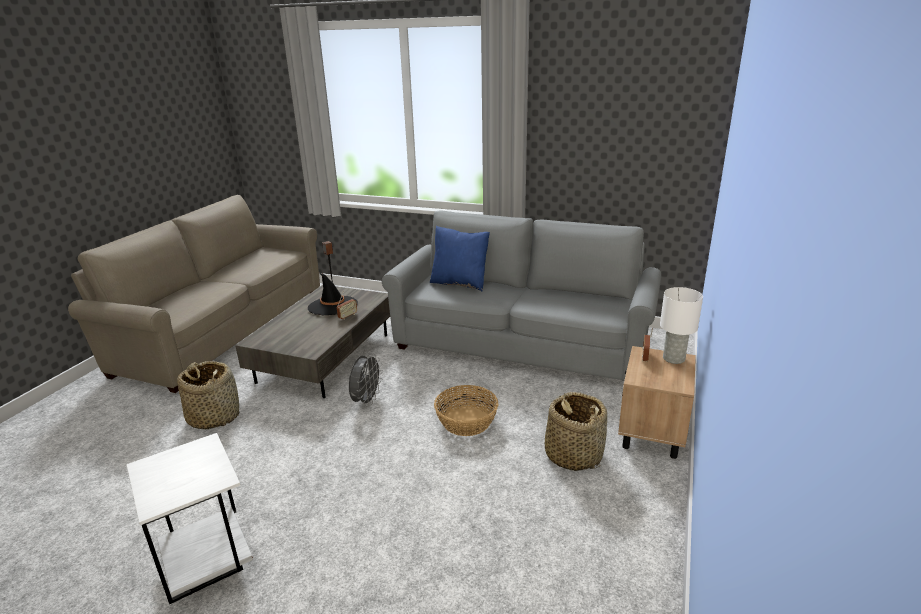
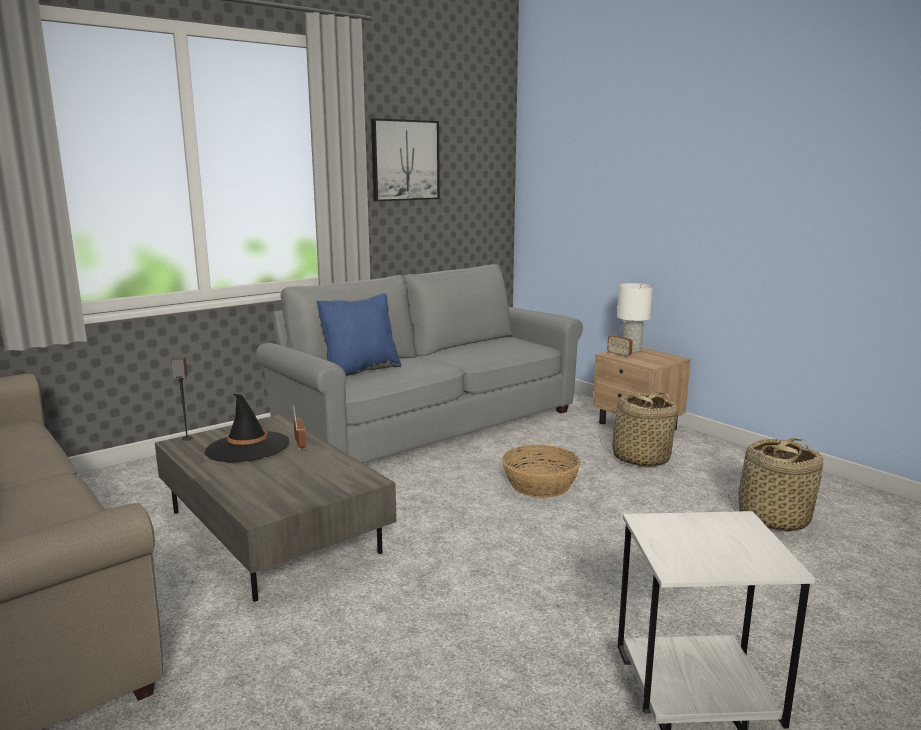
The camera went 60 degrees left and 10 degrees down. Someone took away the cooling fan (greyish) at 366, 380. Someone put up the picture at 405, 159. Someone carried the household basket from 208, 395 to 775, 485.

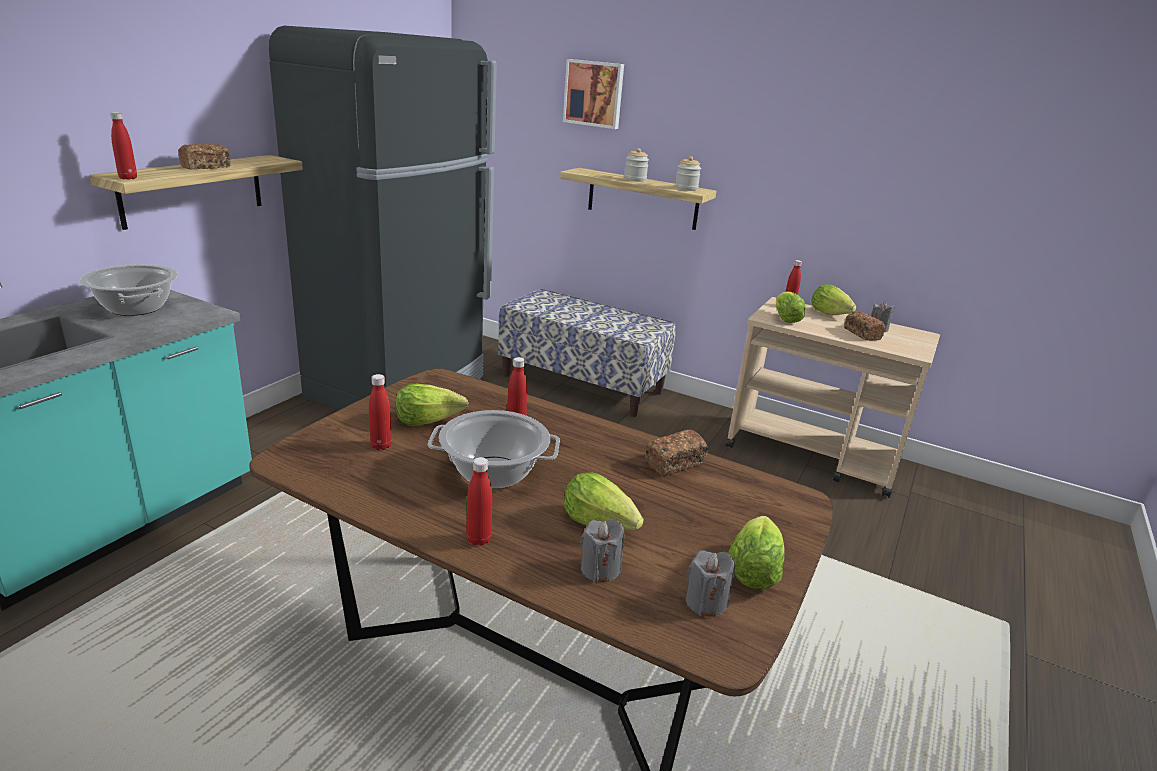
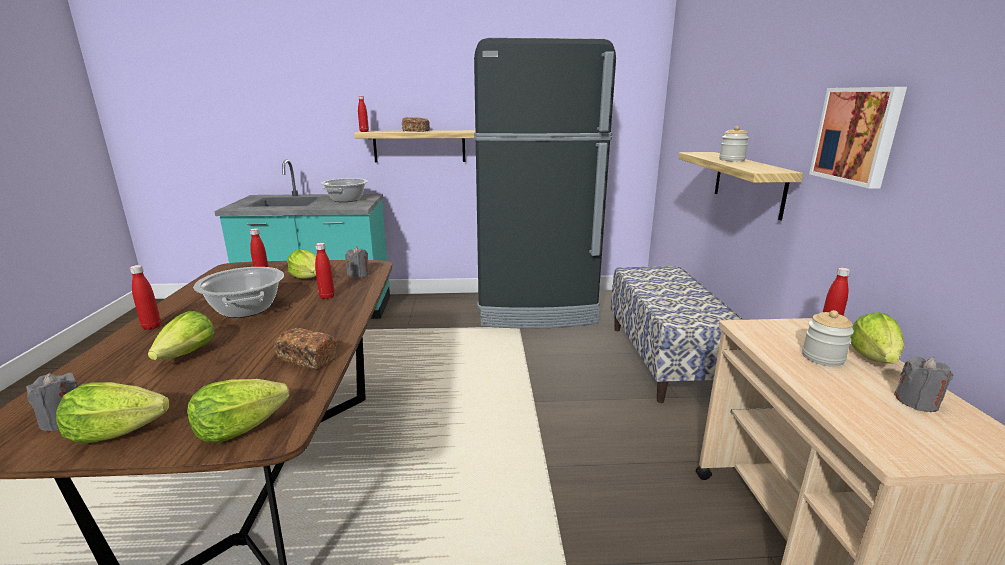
The camera went 60 degrees right and 5 degrees down. Someone took away the baked bread at 864, 326. Someone carried the picture from 593, 94 to 858, 138. Someone carried the candle (greyish) from 602, 551 to 357, 262. Someone carried the jar from 688, 173 to 828, 338. Someone carried the head of lettuce from 791, 307 to 238, 411.

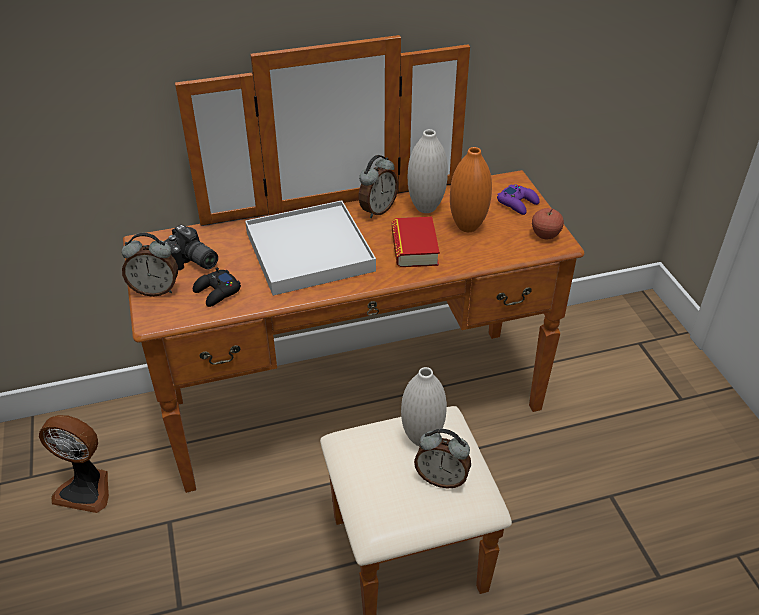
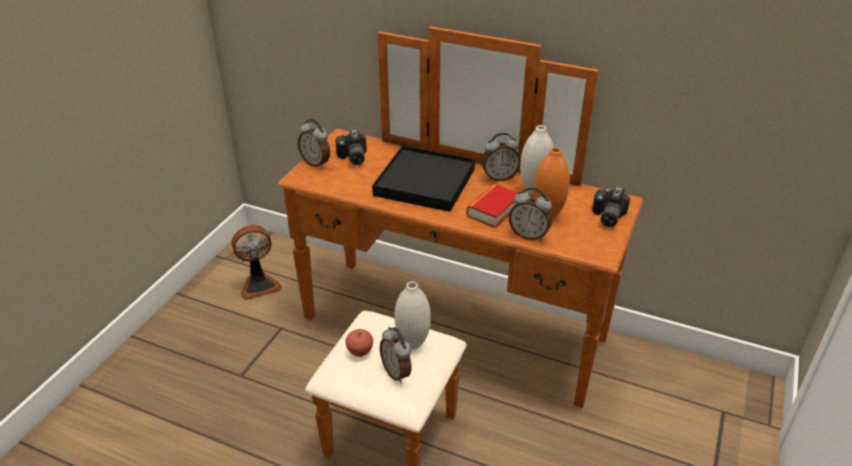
The camera went 40 degrees right and 5 degrees down. Someone took away the gamepad (black-coloured) at 217, 287. Someone put down the table clock at 530, 214. Someone carried the apple fruit from 548, 223 to 359, 343. Someone swapped the gamepad (purple-coloured) at 518, 199 for the photo camera at 611, 207. Someone repainted the serving tray (white-coloured) at 310, 248, which became the serving tray (black-coloured) at 423, 179. Someone rotated the cooling fan at 74, 464 by 75 degrees counterclockwise.

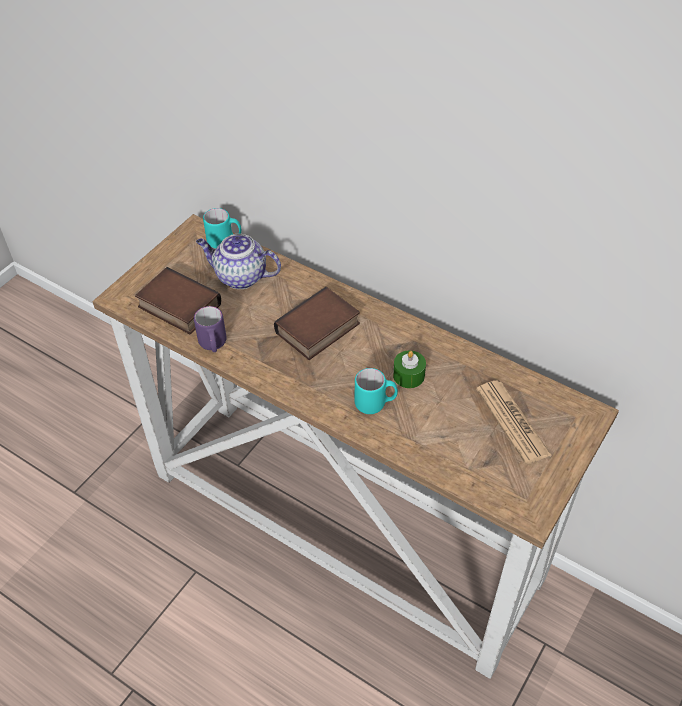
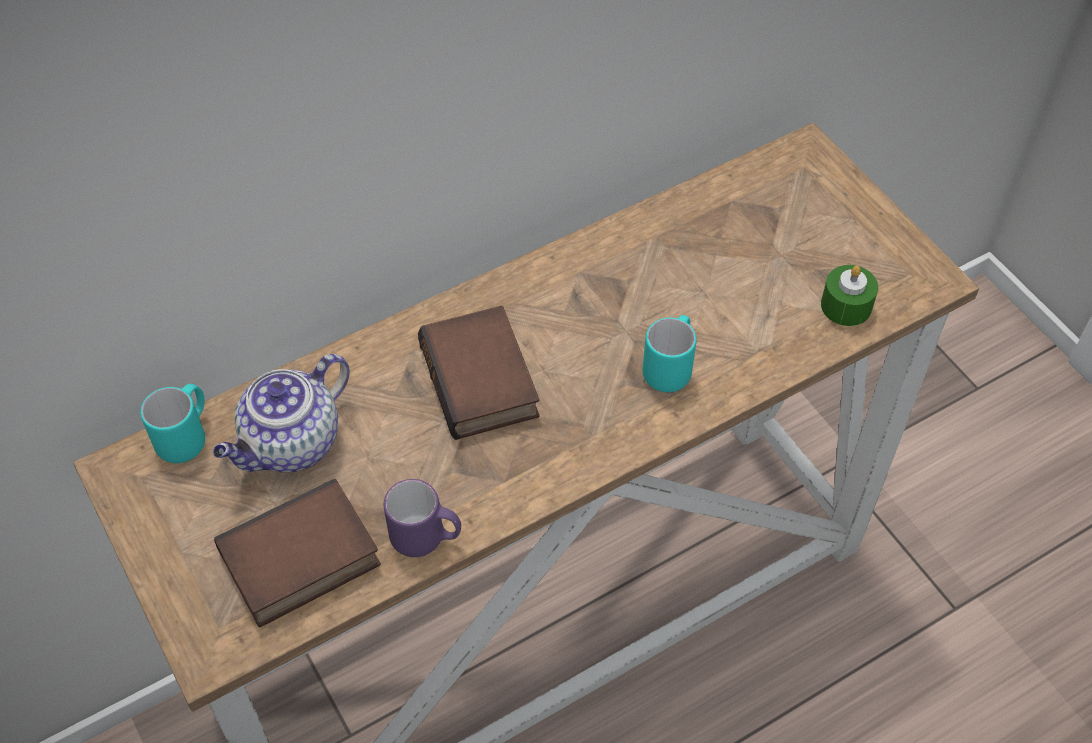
The camera went 65 degrees left and 5 degrees up. Someone took away the daily paper at 513, 422. Someone carried the candle (greenish) from 409, 369 to 849, 295.

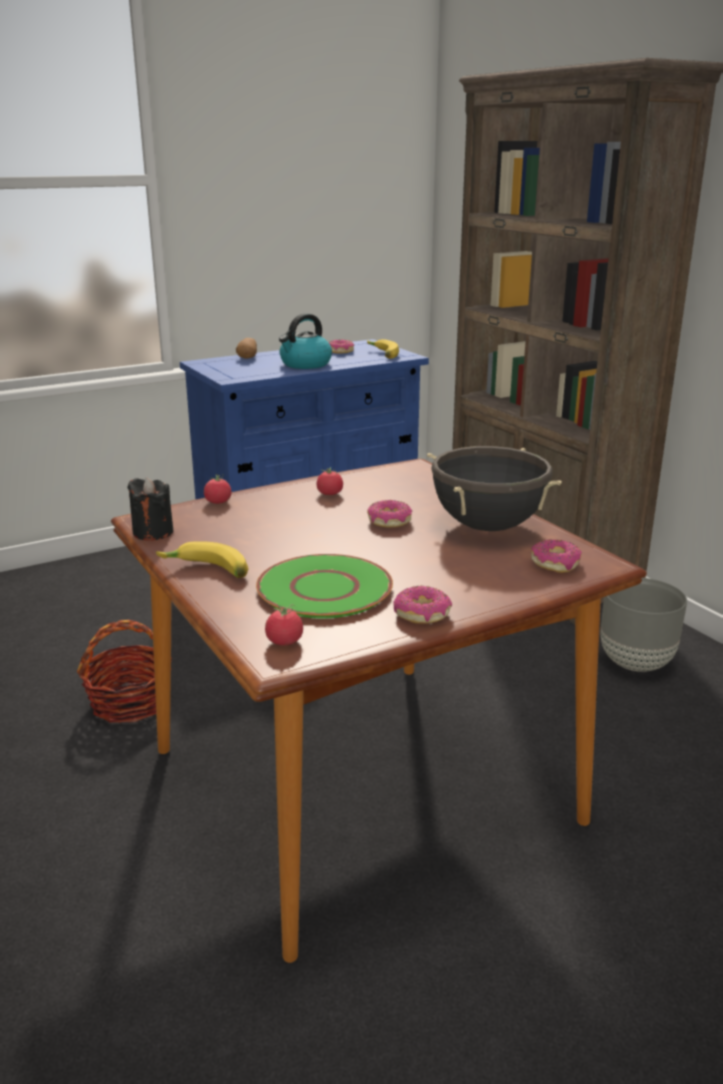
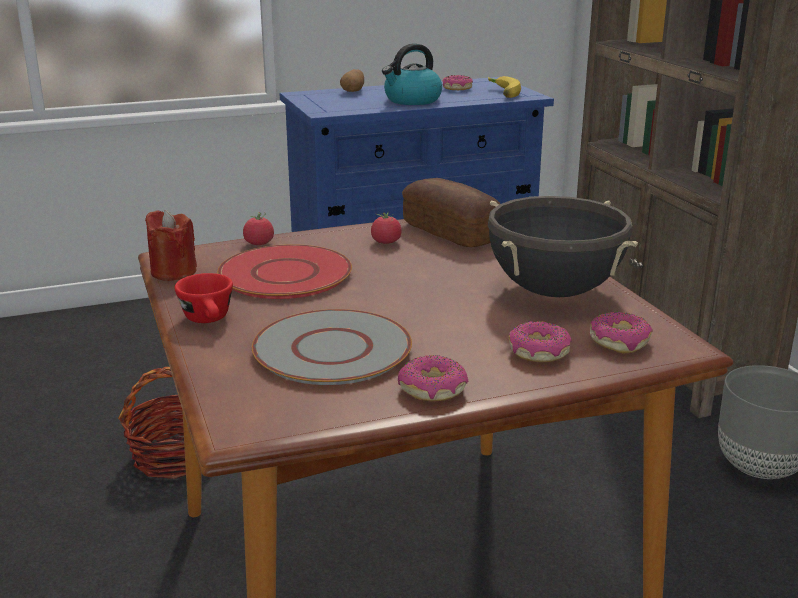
The camera went 10 degrees right and 0 degrees up. Someone took away the whole tomato at 284, 624. Someone put down the plate (red) at 284, 271. Someone put down the baked bread at 451, 212. Someone carried the donut from 389, 514 to 540, 341. Someone swapped the banana fruit at 202, 559 for the small cup (red) at 203, 298. Someone repainted the candle (black-coloured) at 150, 509, which became the candle (red) at 171, 245. Someone repainted the plate (greenish) at 324, 586, which became the plate (greyish) at 332, 347.

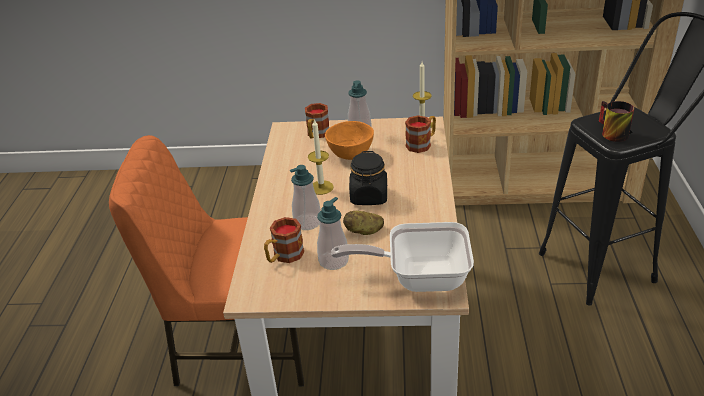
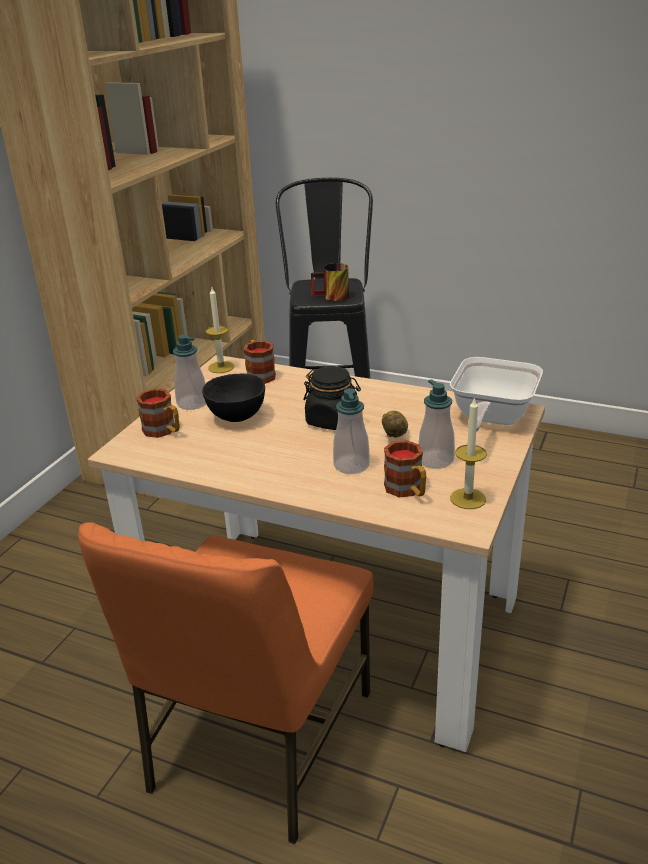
The camera went 70 degrees left and 5 degrees down. Someone carried the candle from 321, 156 to 468, 453. Someone repainted the deep dish (orange-coloured) at 349, 140, which became the deep dish (black-coloured) at 233, 398.

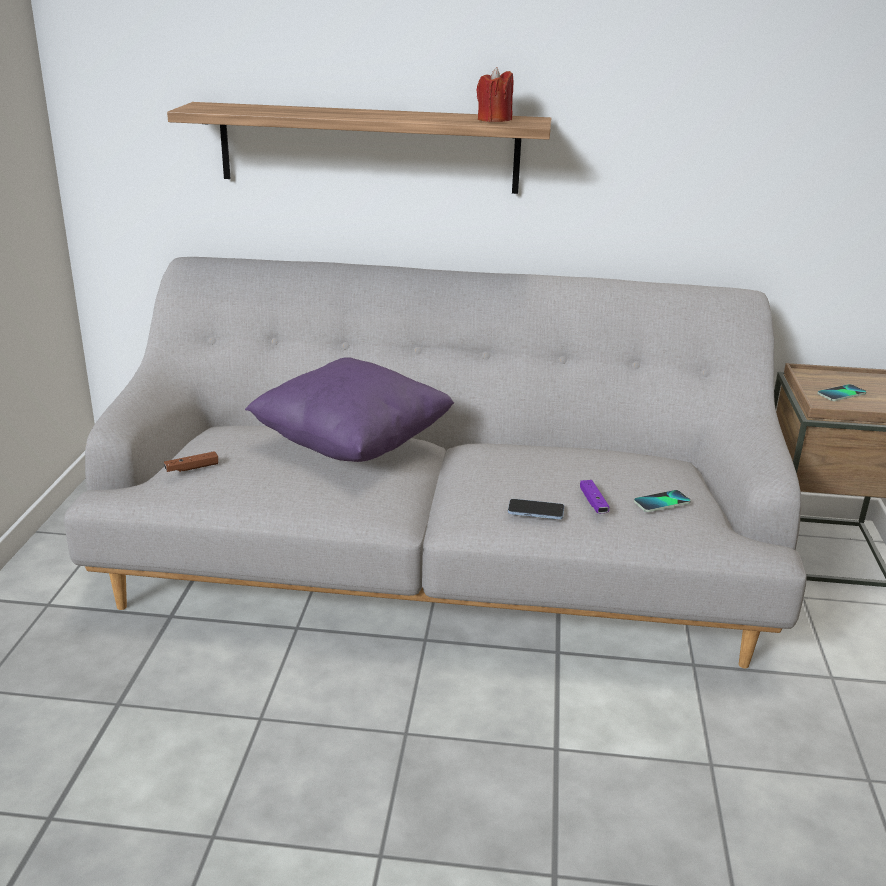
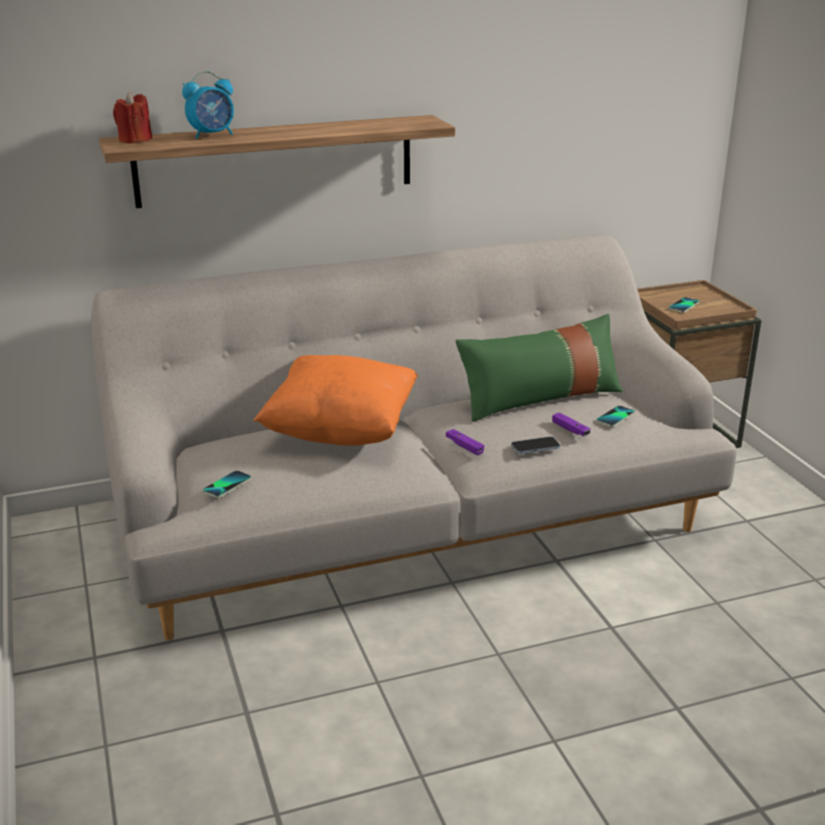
The camera went 25 degrees left and 0 degrees up. Someone put down the table clock at 208, 105. Someone put down the gamepad (purple-coloured) at 465, 442. Someone put down the cushion (greenish) at 539, 368. Someone carried the candle (red) from 494, 94 to 132, 117. Someone swapped the gamepad (brown-coloured) at 191, 461 for the handset at 227, 484. Someone repainted the cushion (purple-coloured) at 349, 409, which became the cushion (orange-coloured) at 336, 400.

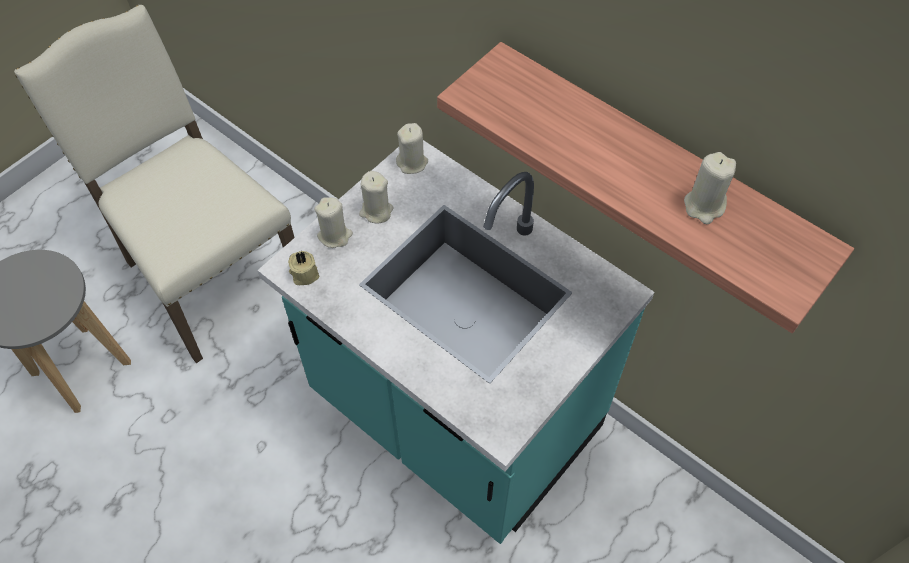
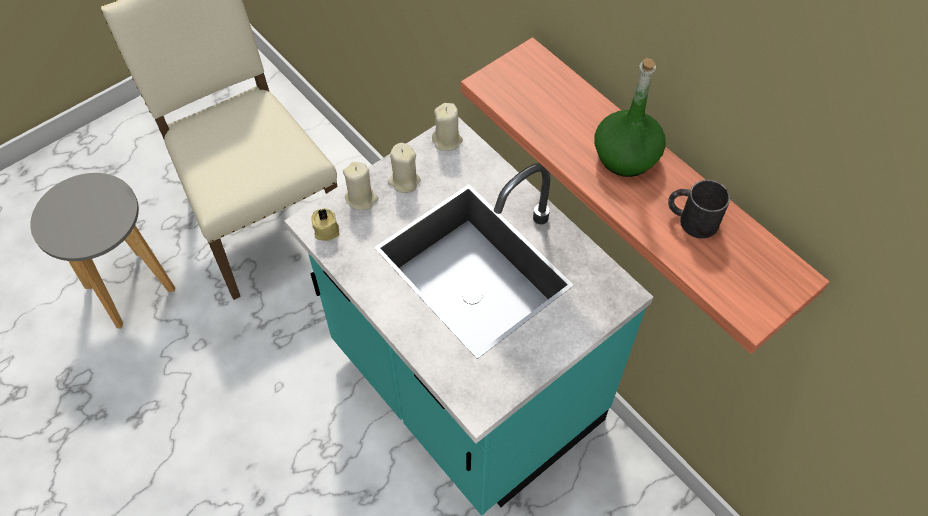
The camera went 10 degrees right and 0 degrees up. Someone put down the drink bottle (greenish) at 630, 117. Someone swapped the candle (beige-coloured) at 710, 188 for the tea mug (black-coloured) at 699, 209.

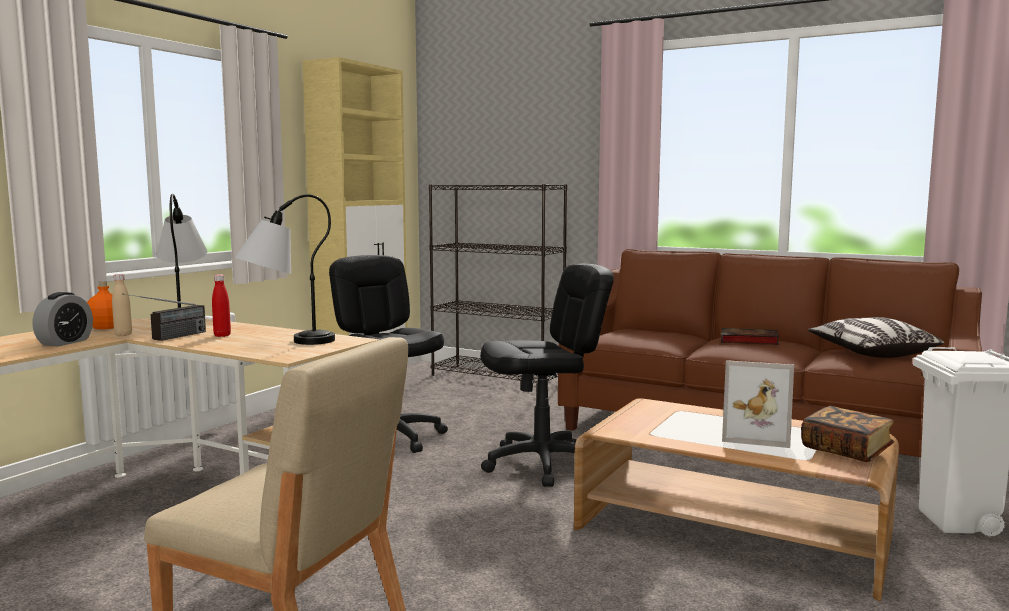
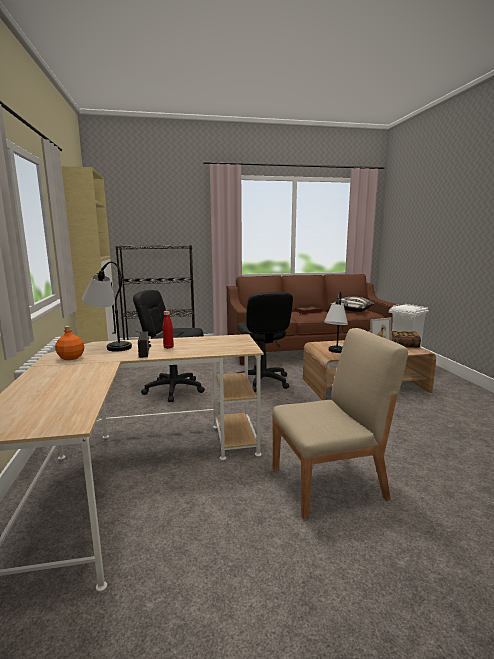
The camera went 40 degrees left and 5 degrees up. Someone took away the table clock at 62, 319. Someone took away the drink bottle (beige-coloured) at 122, 305. Someone carried the lamp for a table from 285, 269 to 336, 322. Someone rotated the desk chair (black-coloured) at 547, 375 by 135 degrees clockwise.

